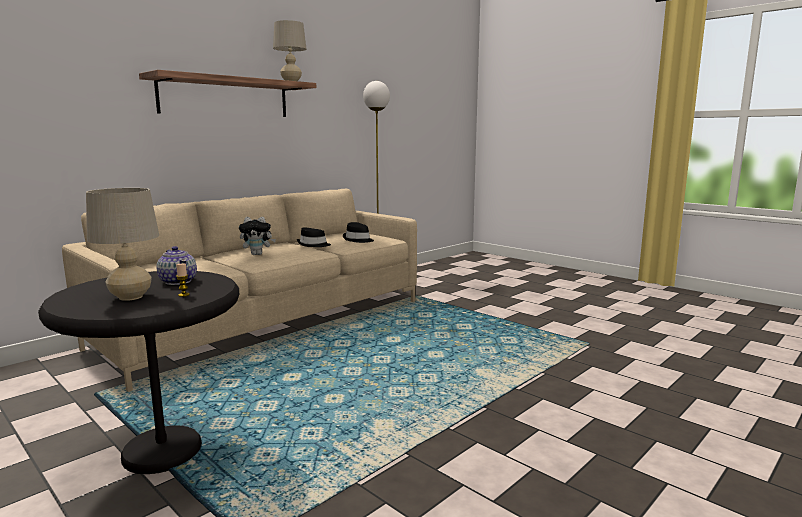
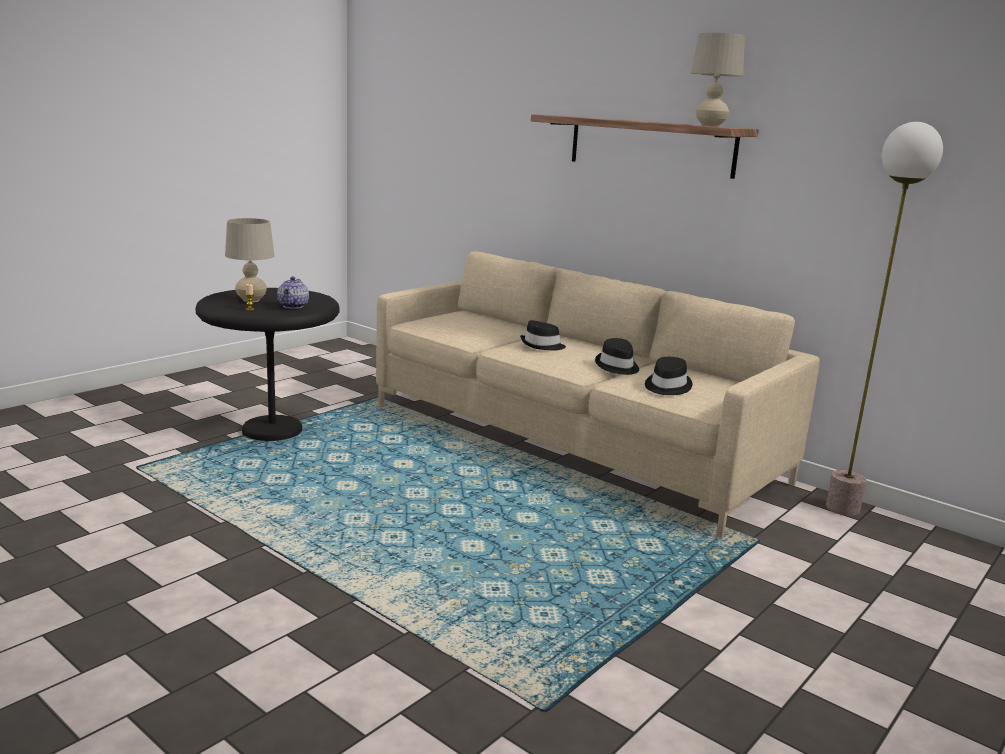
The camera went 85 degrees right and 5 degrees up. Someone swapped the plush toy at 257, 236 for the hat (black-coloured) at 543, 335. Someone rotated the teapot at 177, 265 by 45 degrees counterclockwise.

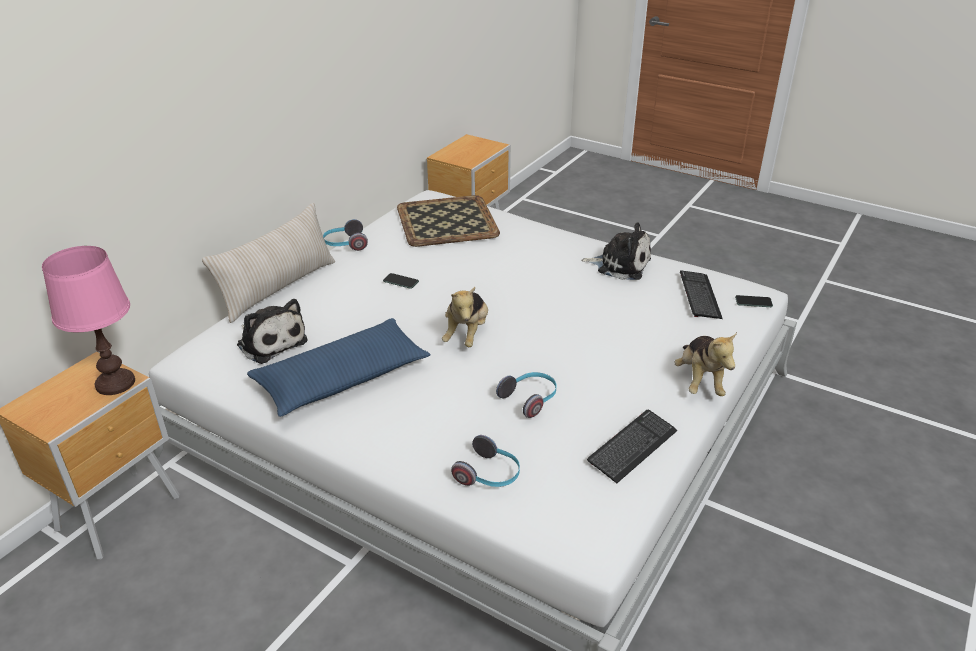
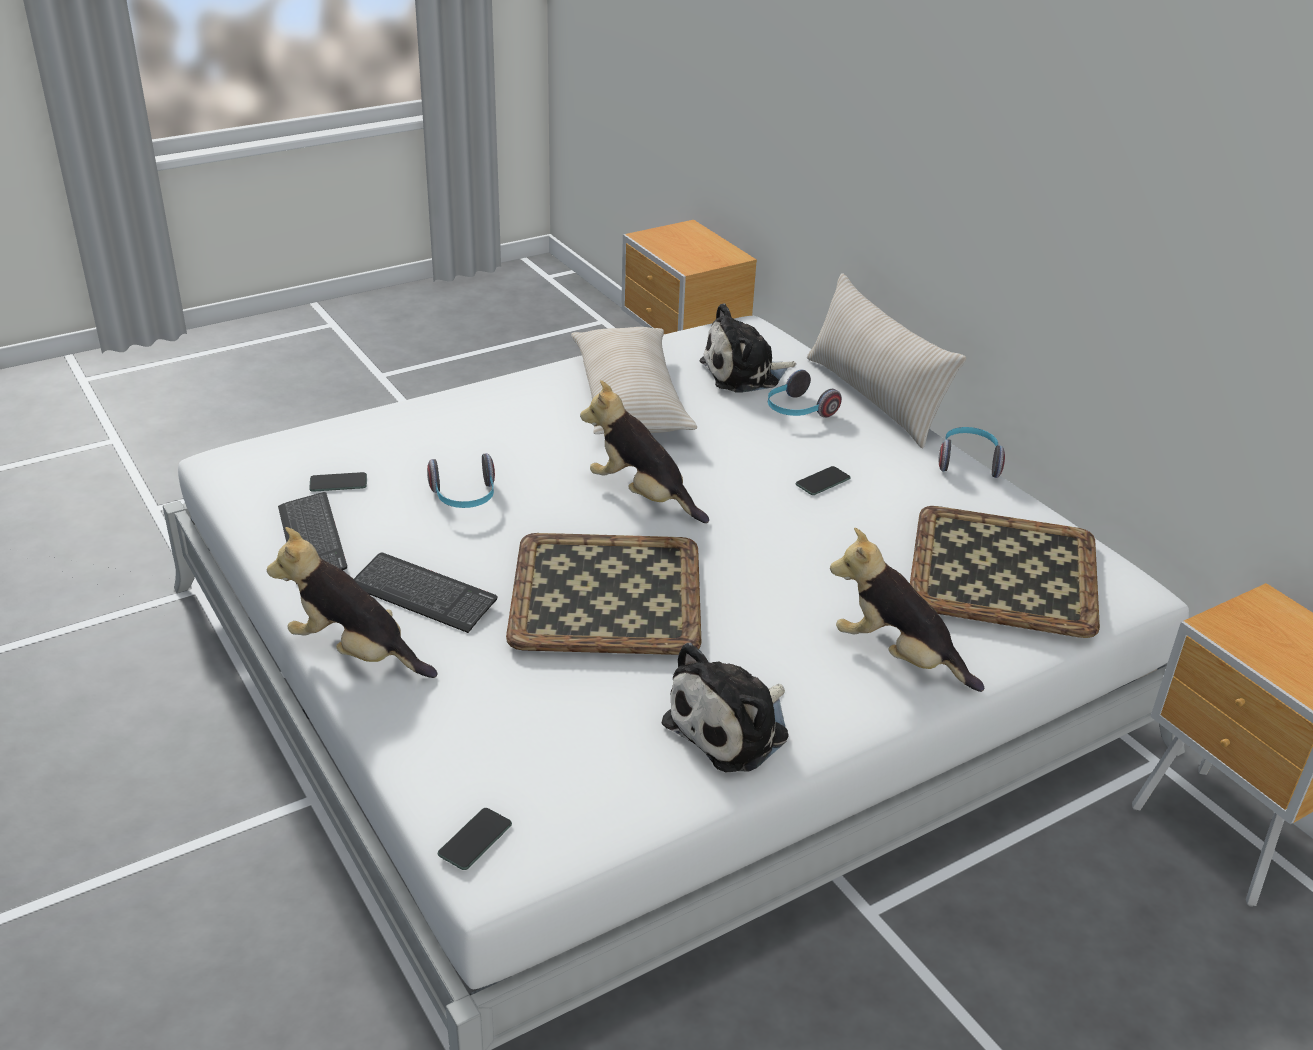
The camera went 115 degrees right and 0 degrees up. Someone took away the lamp for a table (pink) at 88, 320. Someone put down the handset at 338, 482. Someone put down the serving tray at 603, 594. Someone put down the plush toy at 907, 610. Someone carried the pair of headphones from 485, 461 to 805, 394. Someone carried the PC keyboard from 701, 294 to 425, 592. Someone repainted the cushion (bluish) at 339, 367, which became the cushion (beige-coloured) at 634, 380.

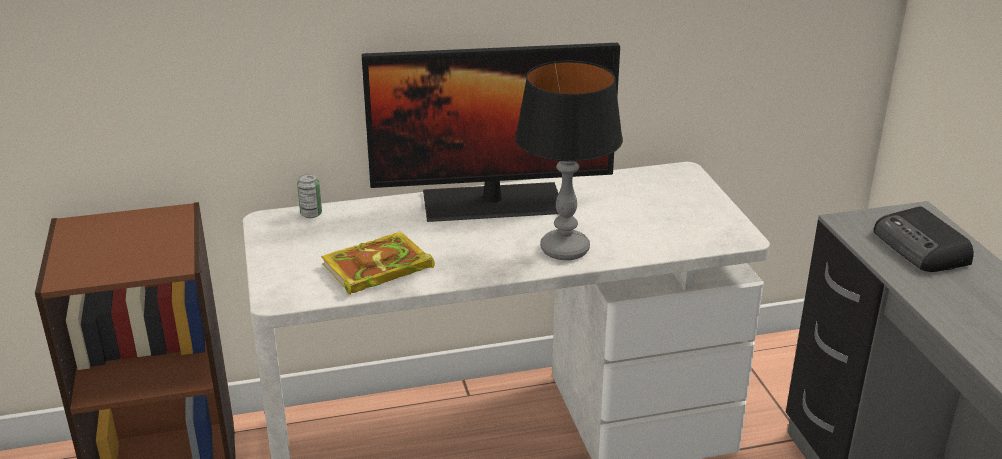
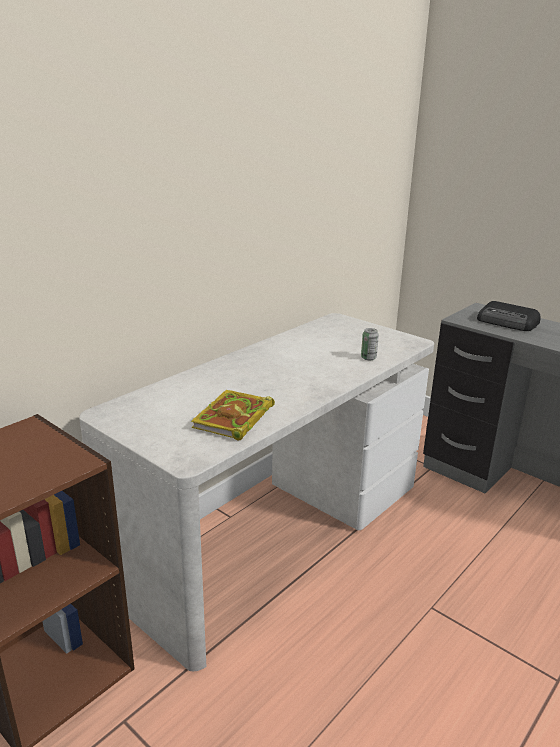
The camera went 35 degrees left and 5 degrees down. Someone took away the computer screen at 491, 132. Someone took away the lamp for a table at 569, 160. Someone carried the metal can from 309, 196 to 370, 344.

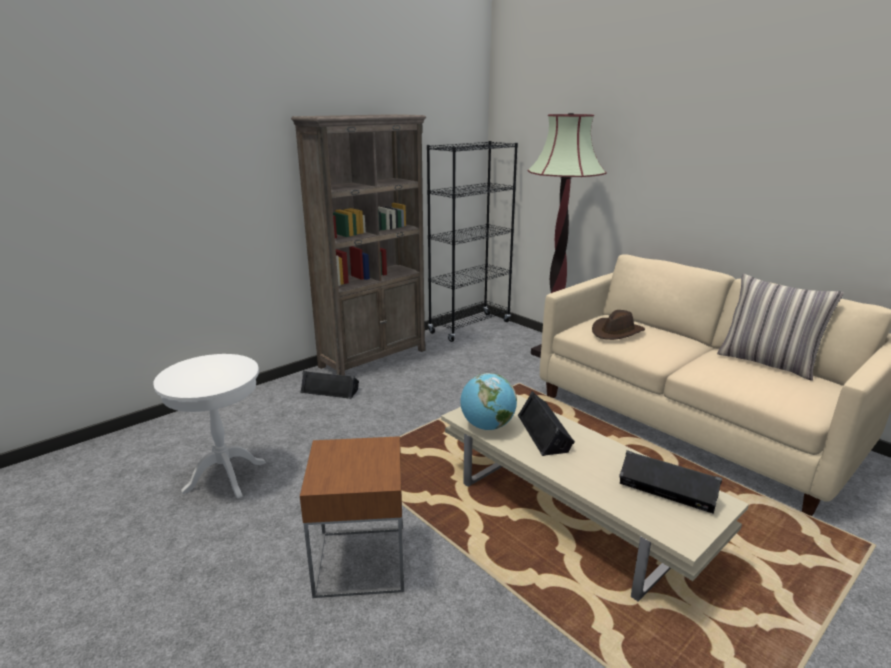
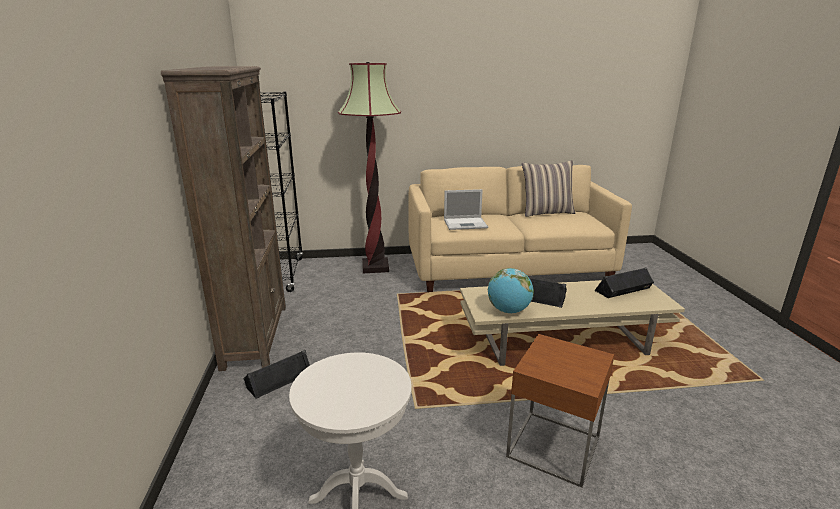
The camera went 55 degrees left and 0 degrees up. Someone swapped the hat (brown-coloured) at 618, 325 for the portable computer at 466, 209.

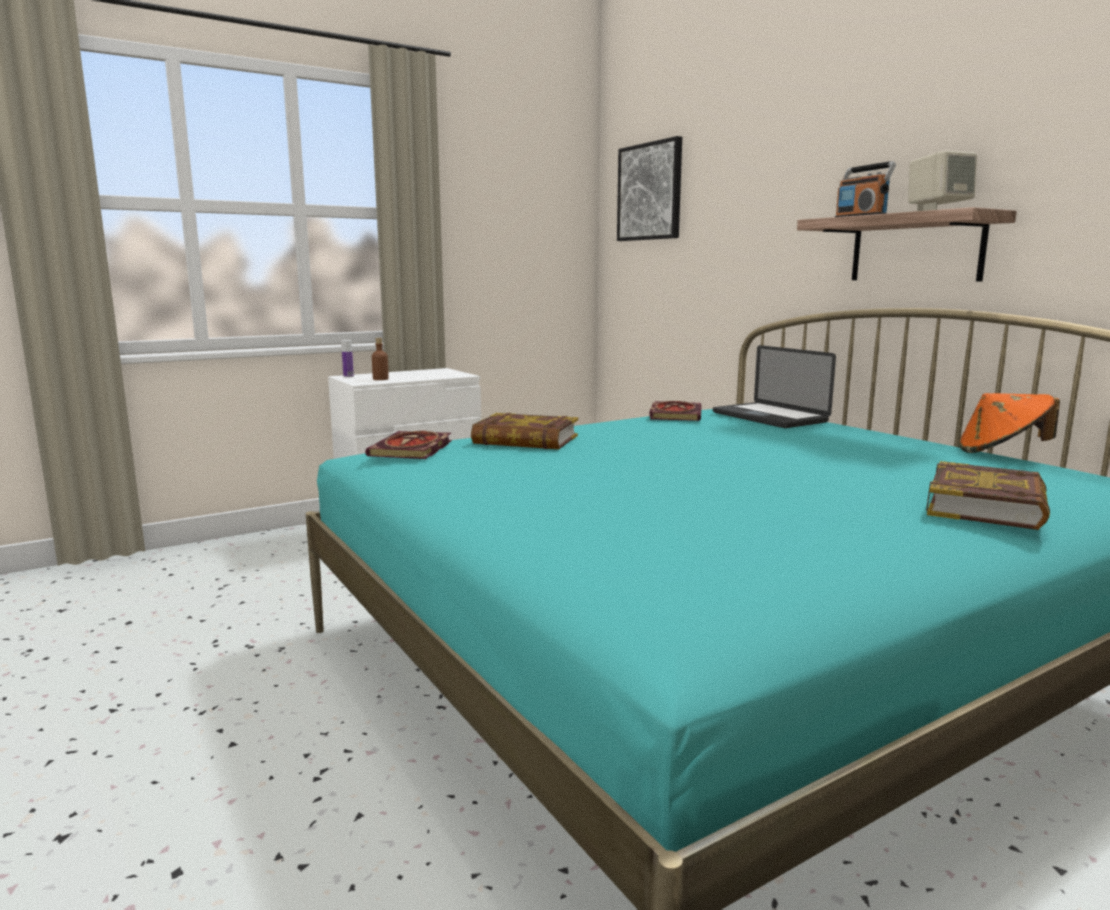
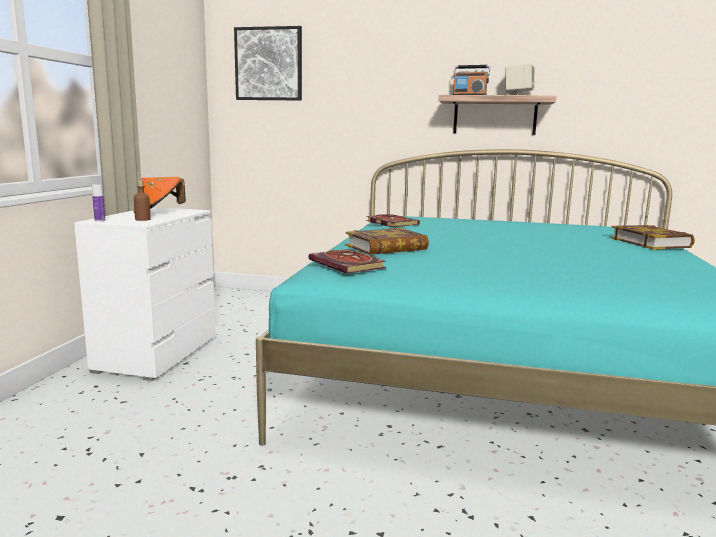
The camera went 45 degrees left and 0 degrees up. Someone took away the portable computer at 774, 386. Someone carried the hat (orange-coloured) from 1009, 423 to 160, 195.

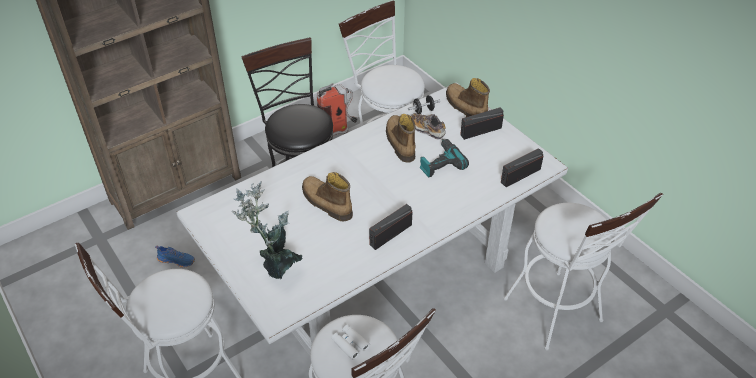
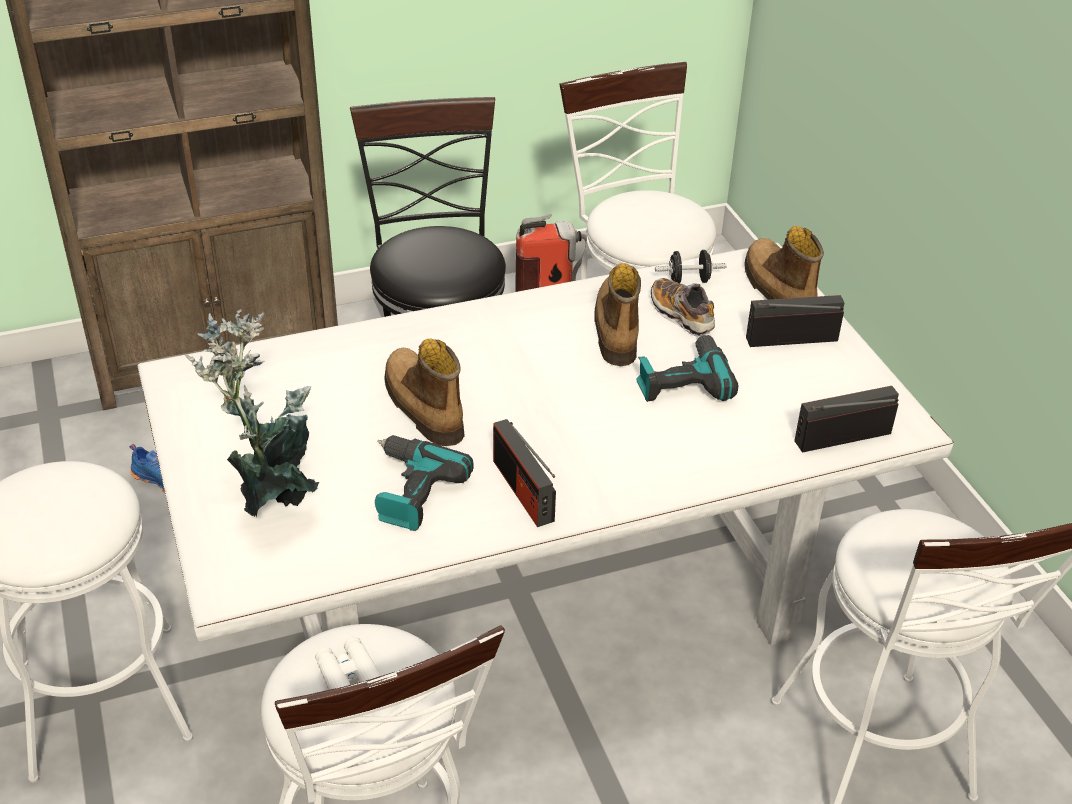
The camera went 15 degrees right and 5 degrees down. Someone put down the electric drill at 424, 483. Someone rotated the radio receiver at 390, 227 by 90 degrees counterclockwise.

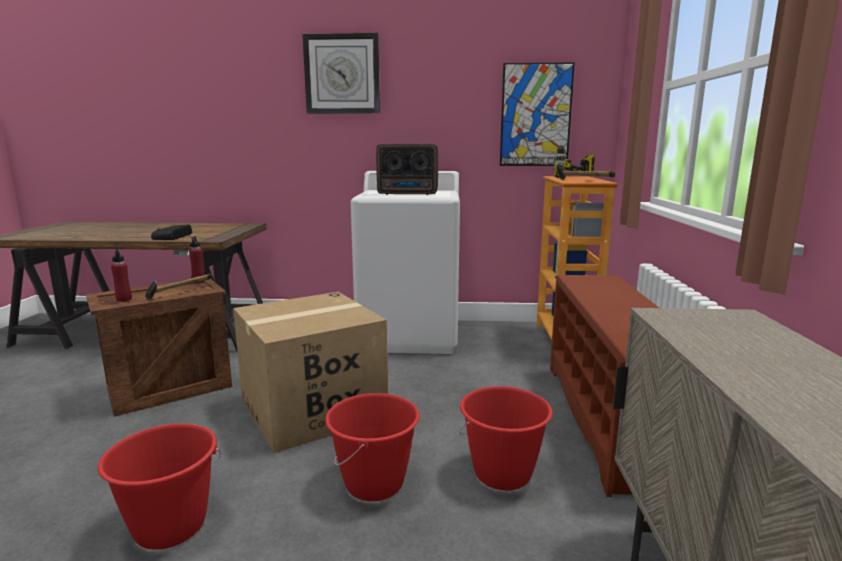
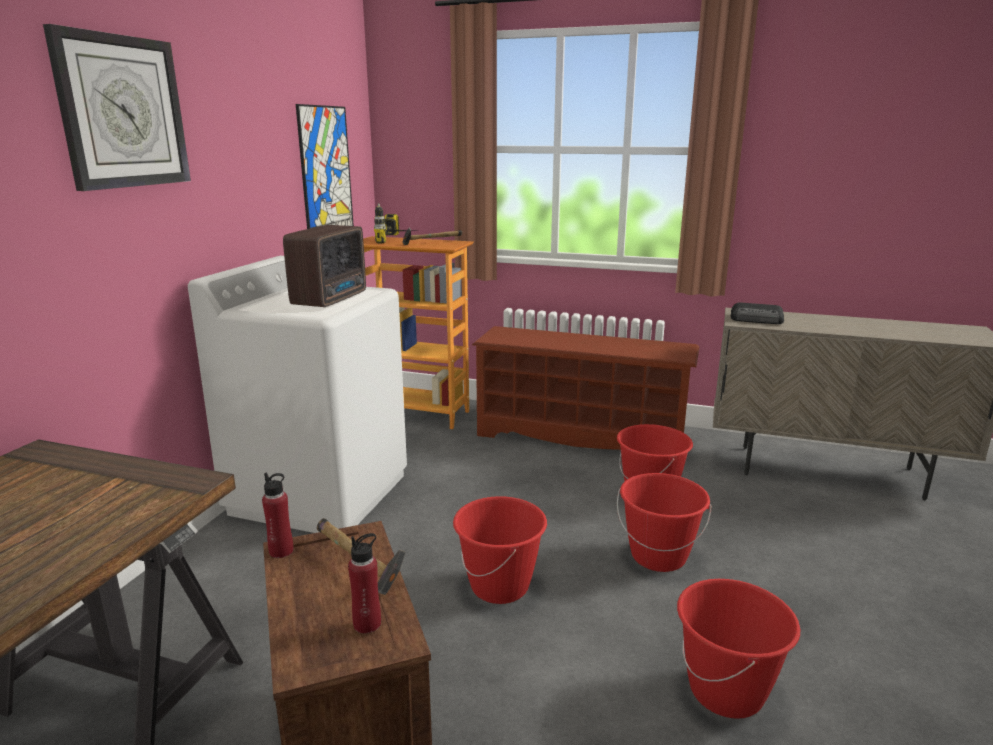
The camera went 75 degrees left and 5 degrees up. Someone carried the radio receiver from 171, 232 to 757, 313. Someone swapped the packing box at 310, 372 for the pail (red) at 500, 550.

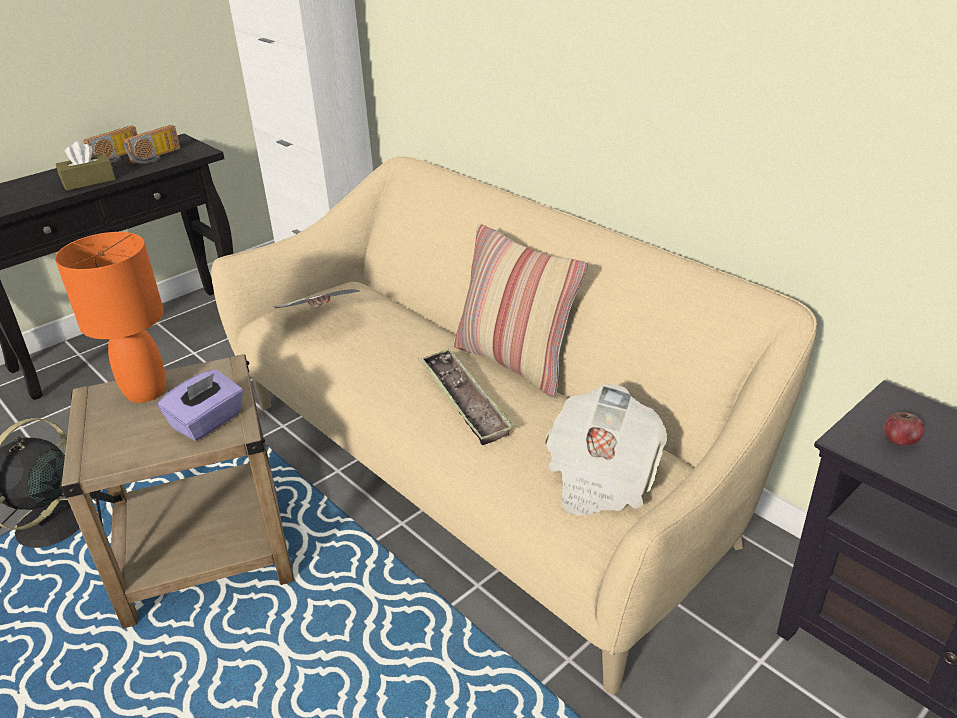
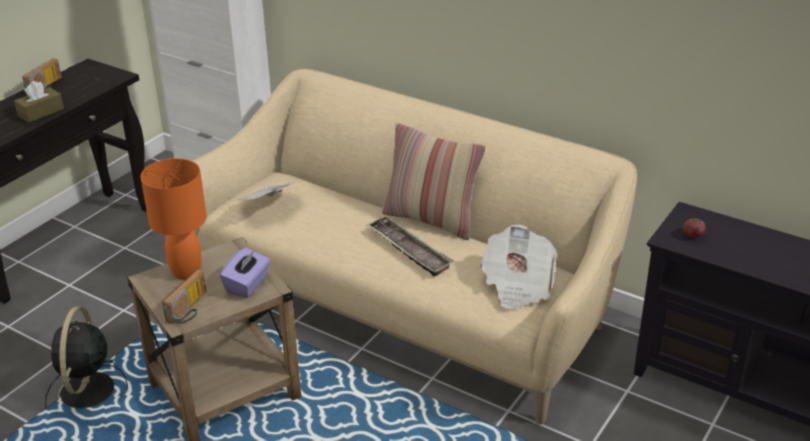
The camera went 15 degrees left and 0 degrees up. Someone carried the radio receiver from 152, 144 to 184, 296.

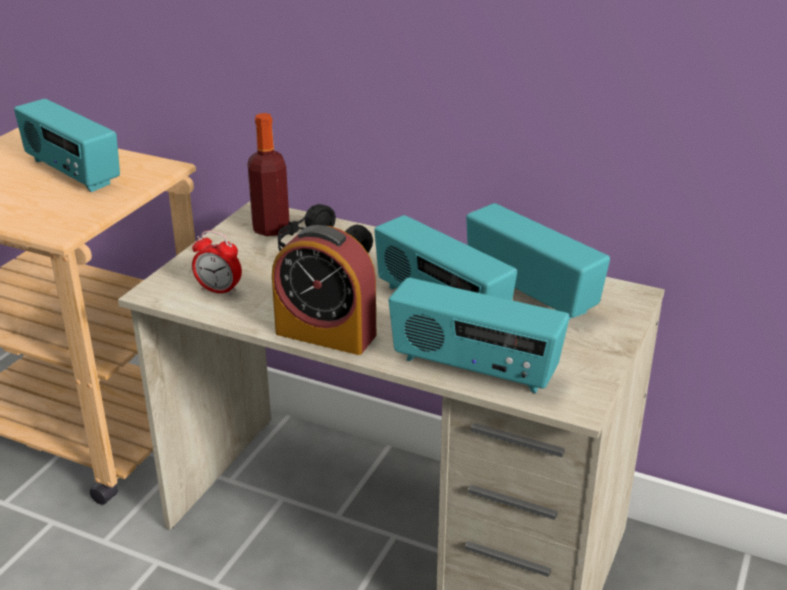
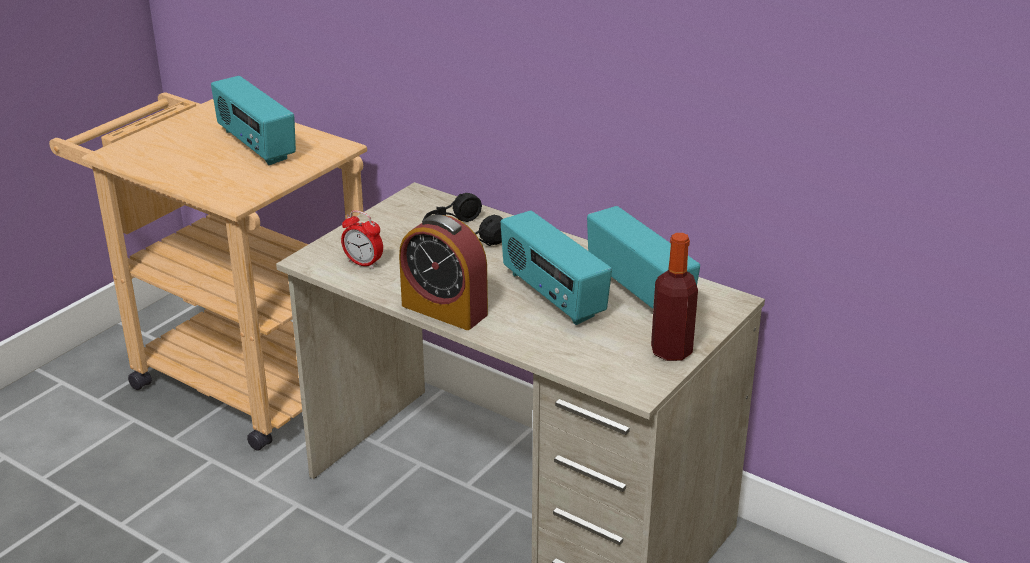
The camera went 10 degrees right and 0 degrees up. Someone took away the radio receiver at 479, 335. Someone carried the drink bottle from 268, 174 to 674, 297.

